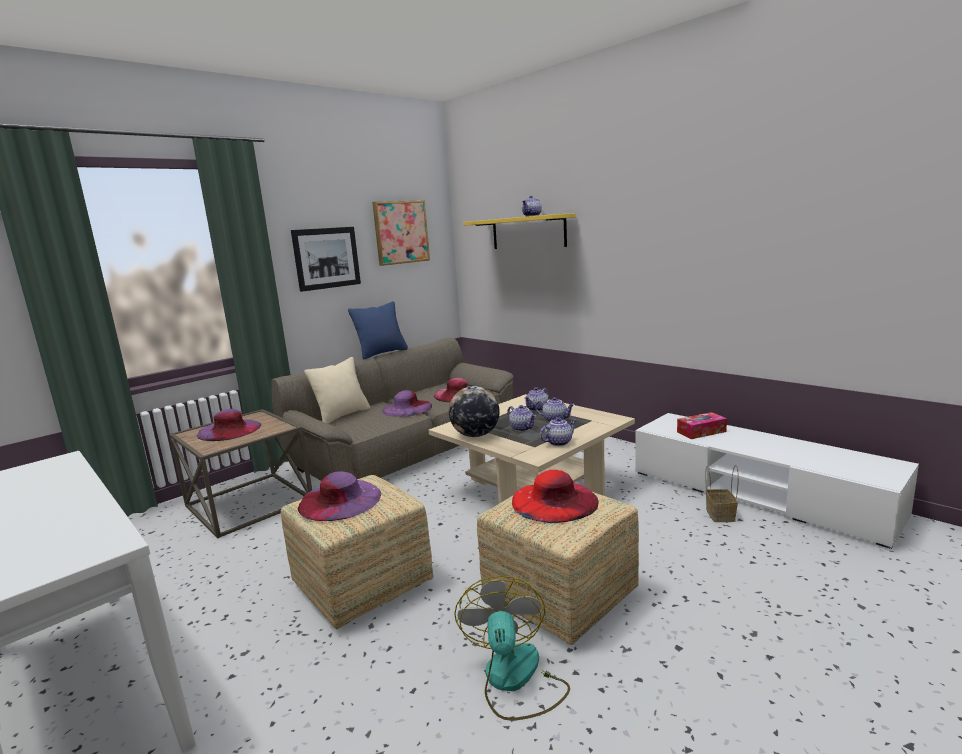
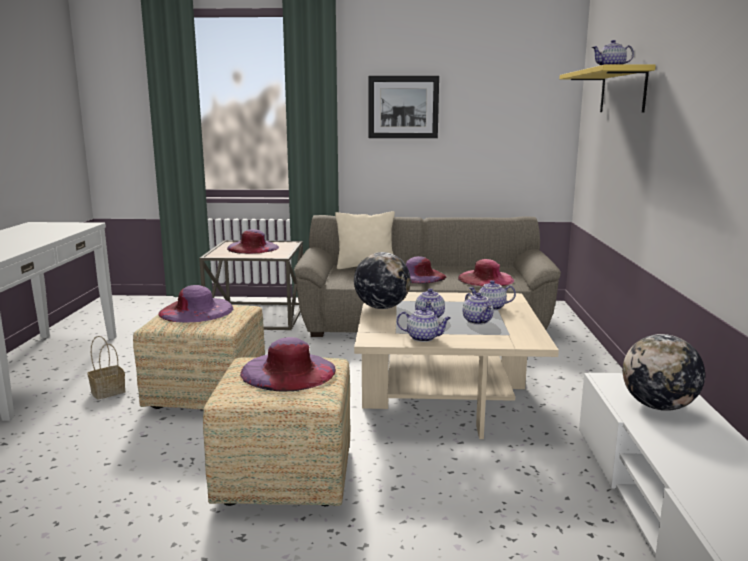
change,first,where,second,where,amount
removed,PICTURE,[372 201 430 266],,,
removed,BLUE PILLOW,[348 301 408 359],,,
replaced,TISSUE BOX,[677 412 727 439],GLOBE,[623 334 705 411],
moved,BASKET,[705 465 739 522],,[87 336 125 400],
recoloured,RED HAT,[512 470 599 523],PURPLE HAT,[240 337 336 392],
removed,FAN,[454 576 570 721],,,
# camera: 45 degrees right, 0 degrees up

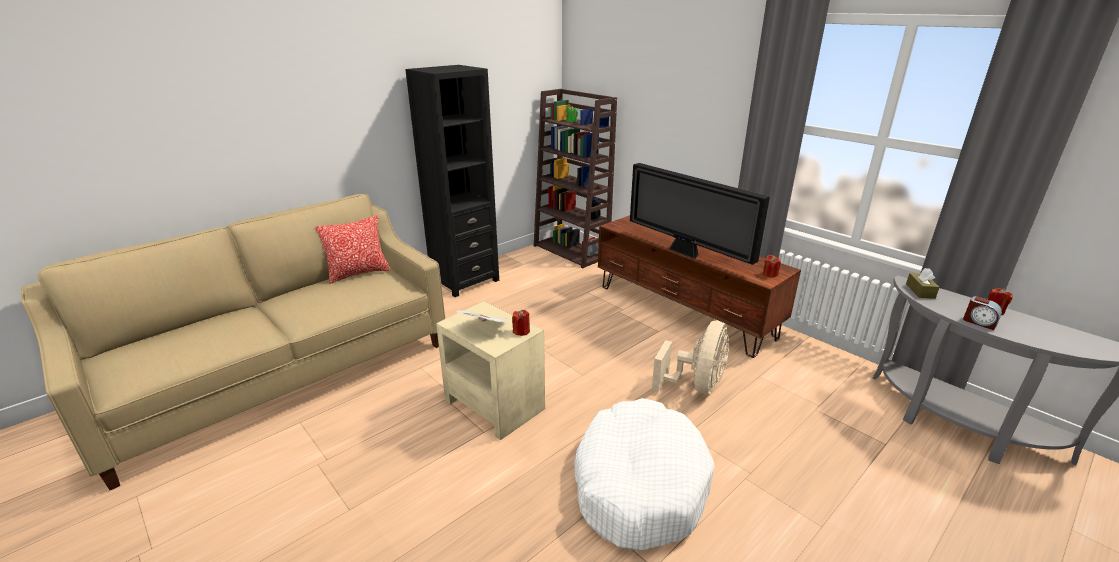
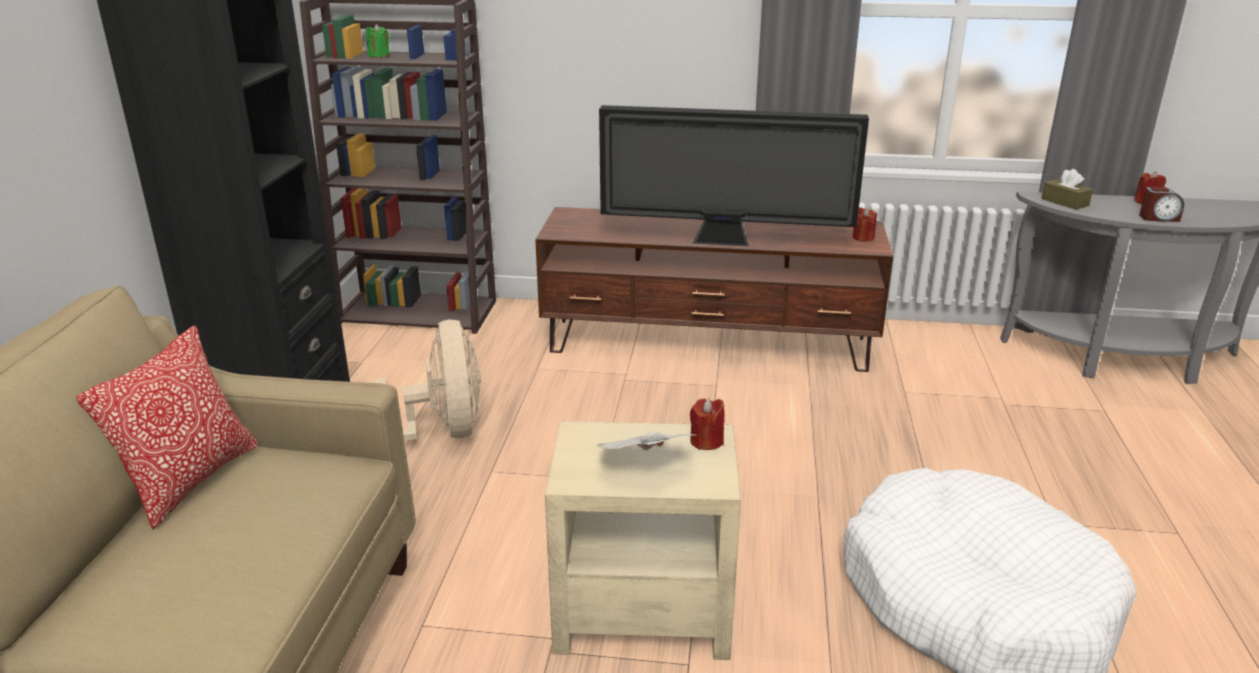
change,first,where,second,where,amount
moved,BEIGE FAN,[652 321 729 394],,[374 320 481 441],
# camera: 40 degrees left, 0 degrees up

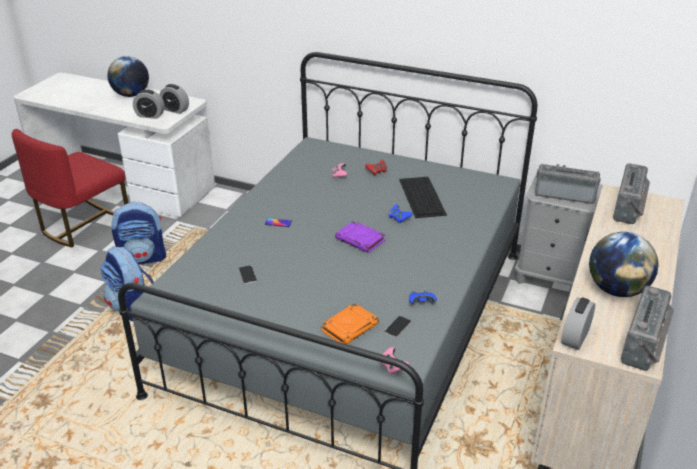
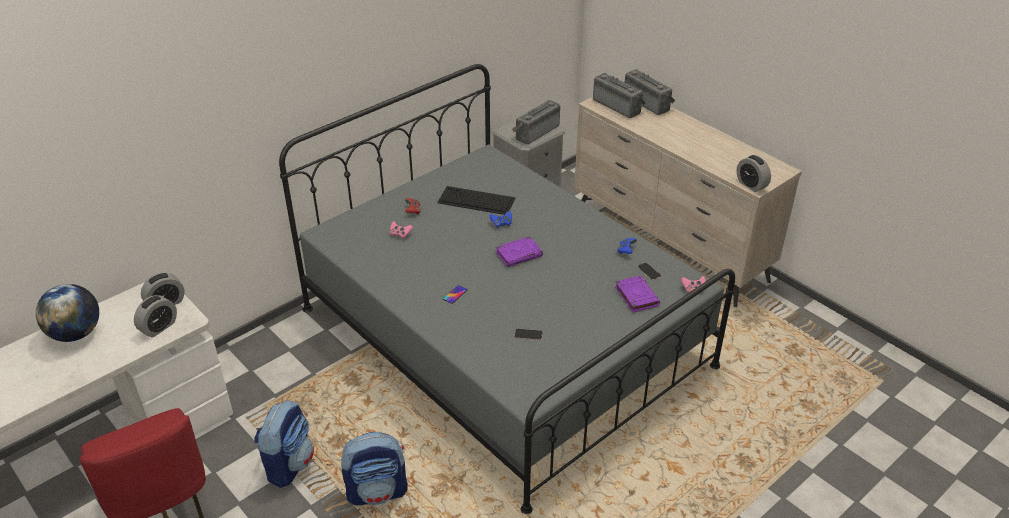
change,first,where,second,where,amount
removed,GLOBE,[589 232 659 297],,,
moved,RADIO,[621 286 674 371],,[625 69 675 115],
recoloured,ORANGE BOOK,[321 303 379 344],PURPLE BOOK,[615 275 660 312],
# camera: 65 degrees left, 5 degrees up

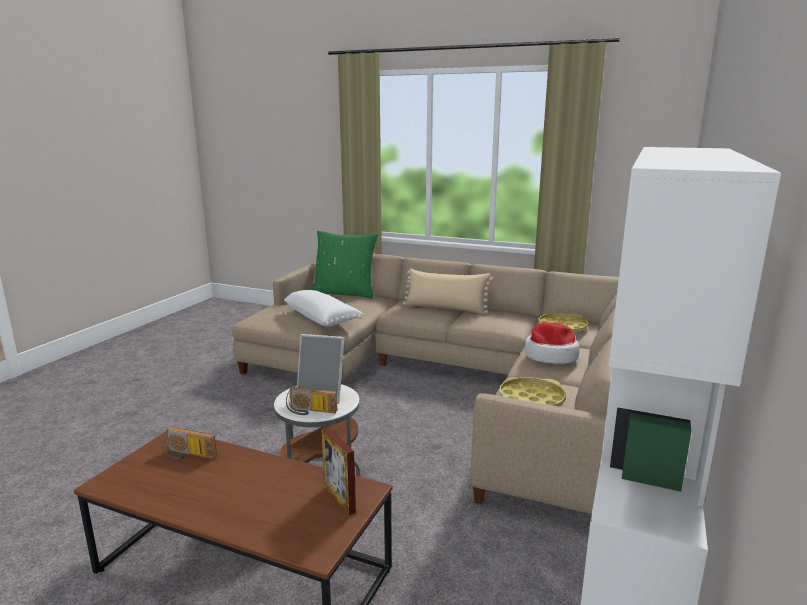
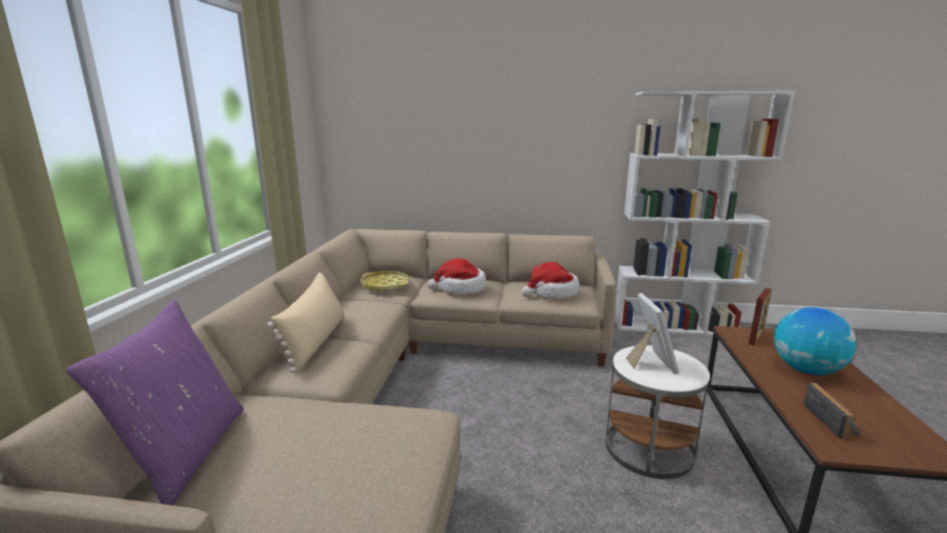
change,first,where,second,where,amount
recoloured,GREEN PILLOW,[312 231 378 298],PURPLE PILLOW,[66 300 243 505],
removed,WHITE PILLOW,[284 290 363 326],,,
replaced,YELLOW TRAY,[499 377 566 407],HAT,[521 262 579 299],
removed,RADIO,[286 387 337 415],,,
added,,,GLOBE,[774 307 856 375],
# camera: 105 degrees left, 0 degrees up

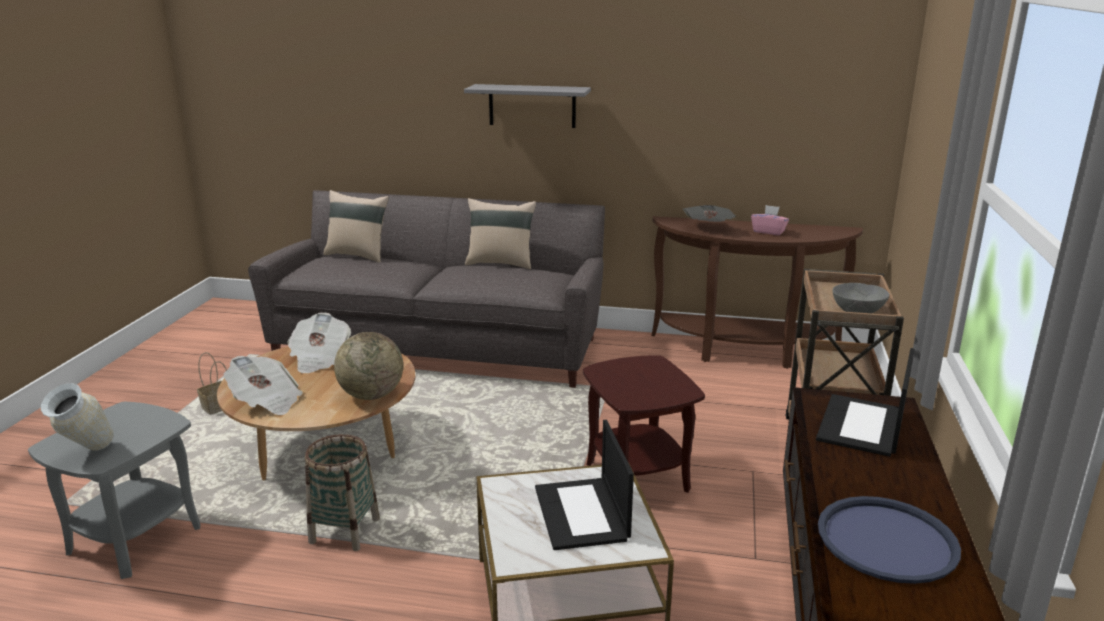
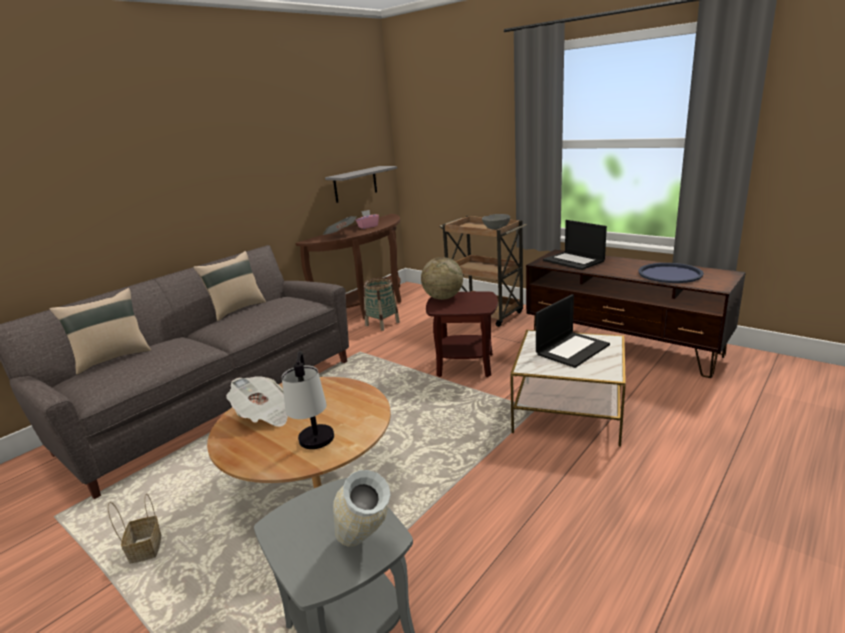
change,first,where,second,where,amount
moved,GREY SHELF,[464 84 591 128],,[325 166 397 203],
moved,GLOBE,[334 332 403 400],,[421 257 463 300],
replaced,NEWSPAPER,[223 356 303 415],TABLE LAMP,[282 351 334 449],
turned,LAPTOP,[535 420 634 550],,[536 294 610 368],60 degrees counterclockwise
moved,BASKET,[305 434 380 551],,[363 278 400 331],
# camera: 60 degrees left, 0 degrees up

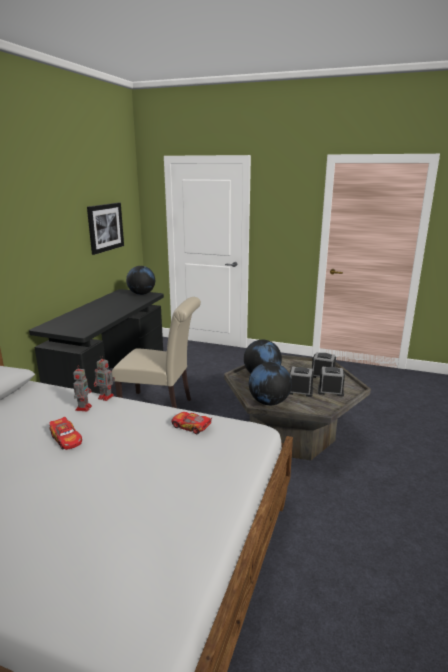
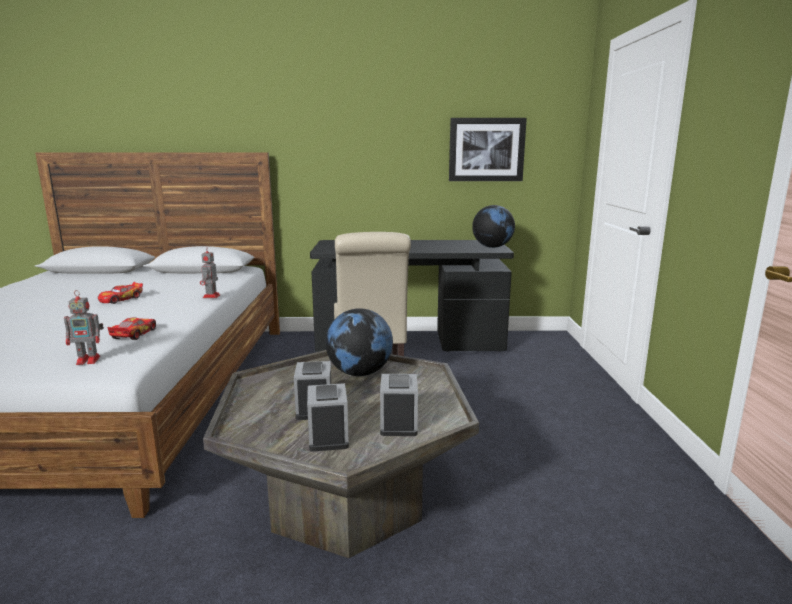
change,first,where,second,where,amount
removed,GLOBE,[249 362 292 405],,,
moved,TOY ROBOT,[73 369 92 411],,[64 290 104 365],
# camera: 70 degrees right, 5 degrees down

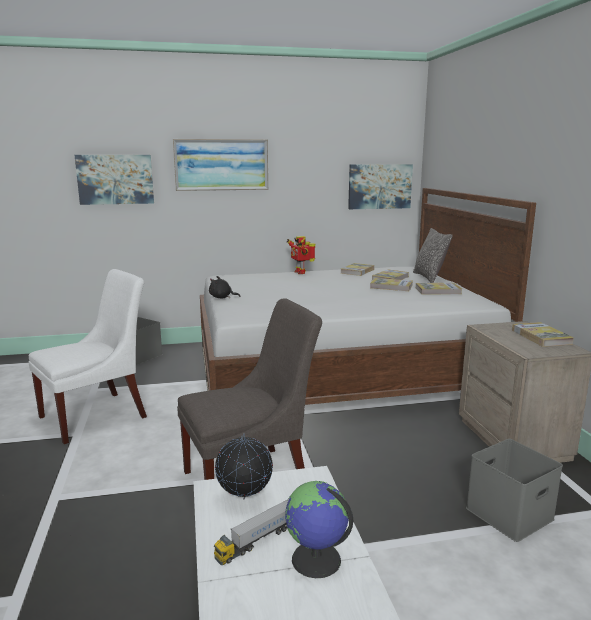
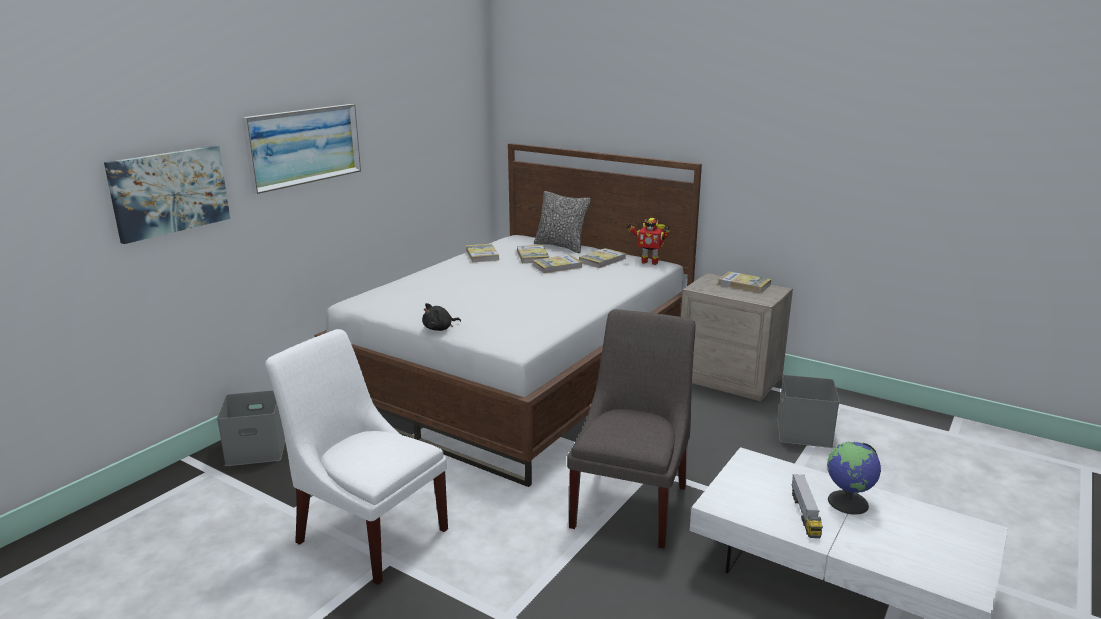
change,first,where,second,where,amount
removed,PICTURE,[348 164 413 209],,,
moved,TOY ROBOT,[287 236 315 274],,[626 218 670 265],
turned,WHITE CHAIR,[28 269 147 444],,[265 329 448 585],60 degrees counterclockwise
removed,GLOBE,[215 433 273 499],,,
# camera: 45 degrees left, 5 degrees up

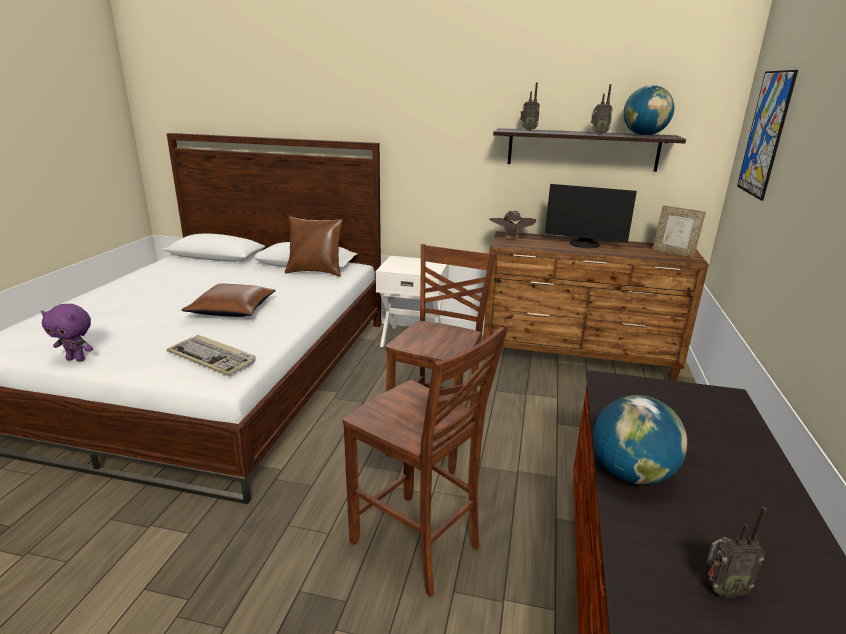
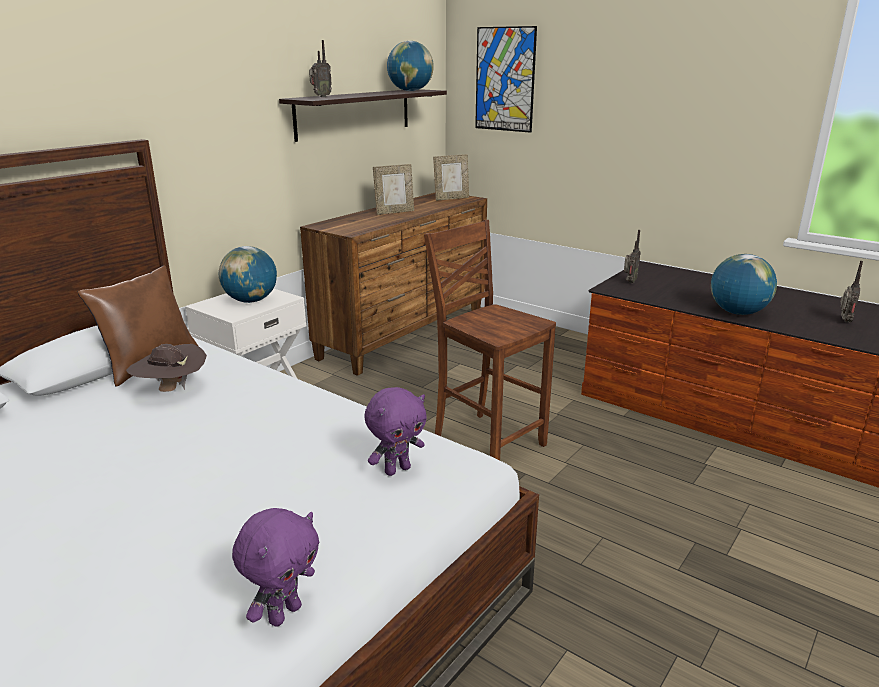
change,first,where,second,where,amount
moved,RADIO,[591 84 613 135],,[624 230 641 284],
replaced,MONITOR,[545 184 637 248],PICTURE FRAME,[373 164 414 215],
moved,BROWN HAT,[489 211 536 239],,[126 344 207 392],
removed,BROWN PILLOW,[181 284 276 317],,,
removed,BROWN CHAIR,[343 323 509 597],,,
replaced,KEYBOARD,[167 335 256 376],PURPLE PLUSH TOY,[365 387 427 476],
added,,,GLOBE,[219 246 277 303],
# camera: 65 degrees left, 0 degrees up

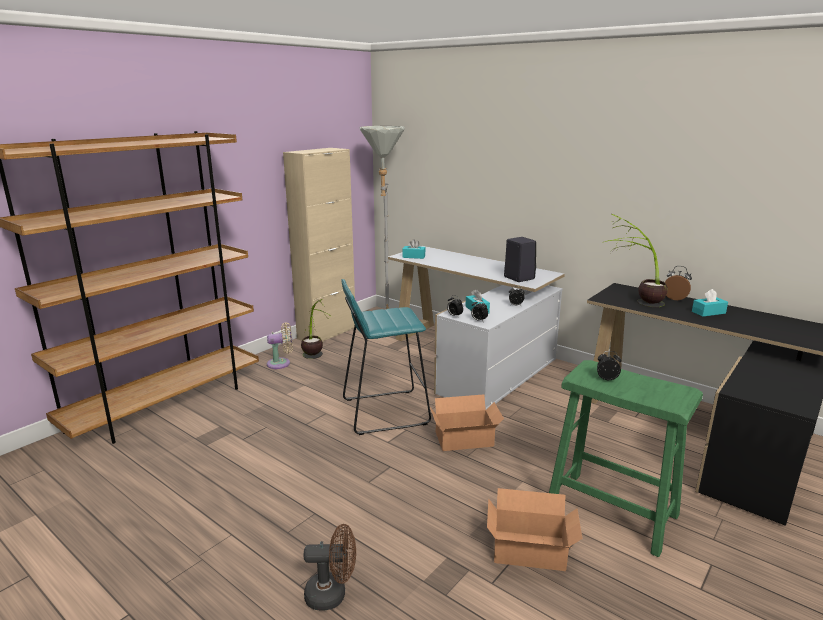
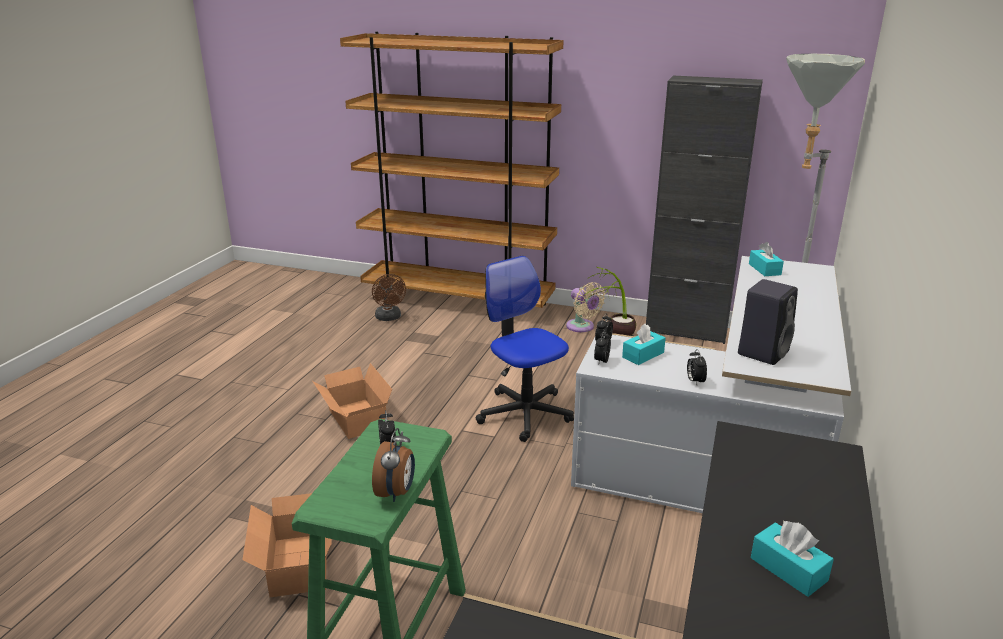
change,first,where,second,where,amount
recoloured,BEIGE CABINET,[283 148 355 342],BLACK CABINET,[646 75 763 344],
removed,POTTED PLANT,[602 213 668 307],,,
moved,ALARM CLOCK,[665 266 692 300],,[372 428 415 502],
replaced,TURQUOISE STOOL,[341 279 431 435],OFFICE CHAIR,[475 256 574 442],
moved,CARDBOARD BOX,[430 394 504 451],,[312 363 392 439],
moved,BROWN FAN,[304 524 356 611],,[372 274 406 321],
# camera: 70 degrees right, 5 degrees up

